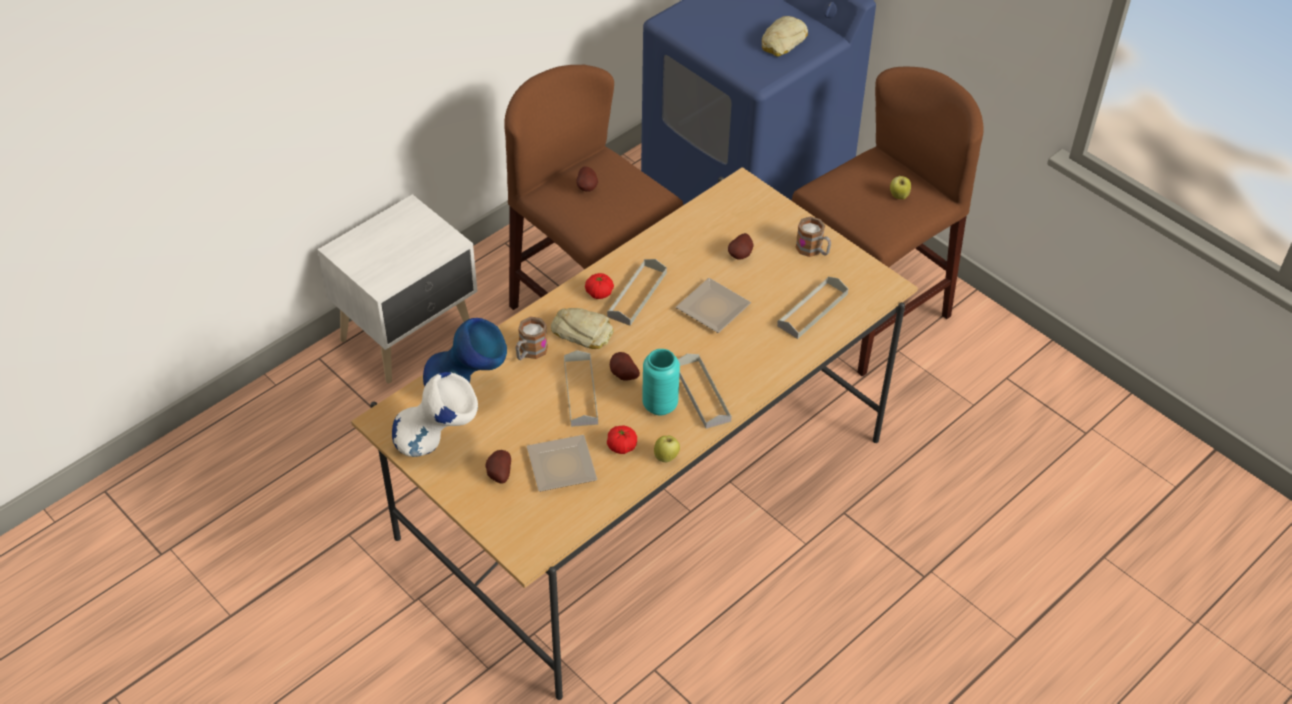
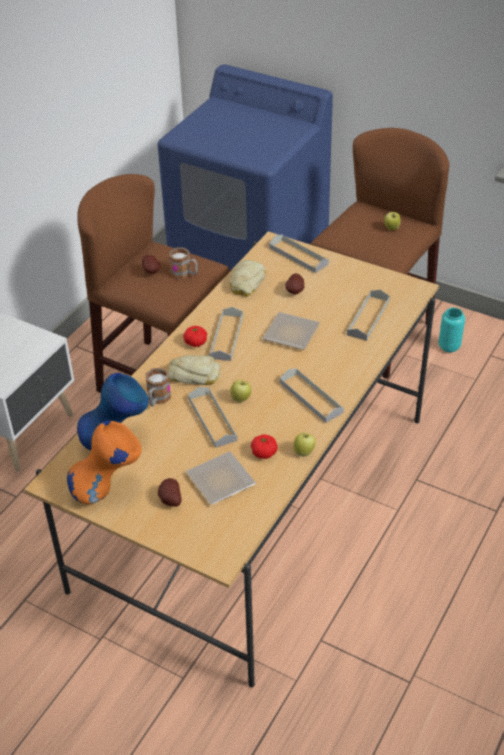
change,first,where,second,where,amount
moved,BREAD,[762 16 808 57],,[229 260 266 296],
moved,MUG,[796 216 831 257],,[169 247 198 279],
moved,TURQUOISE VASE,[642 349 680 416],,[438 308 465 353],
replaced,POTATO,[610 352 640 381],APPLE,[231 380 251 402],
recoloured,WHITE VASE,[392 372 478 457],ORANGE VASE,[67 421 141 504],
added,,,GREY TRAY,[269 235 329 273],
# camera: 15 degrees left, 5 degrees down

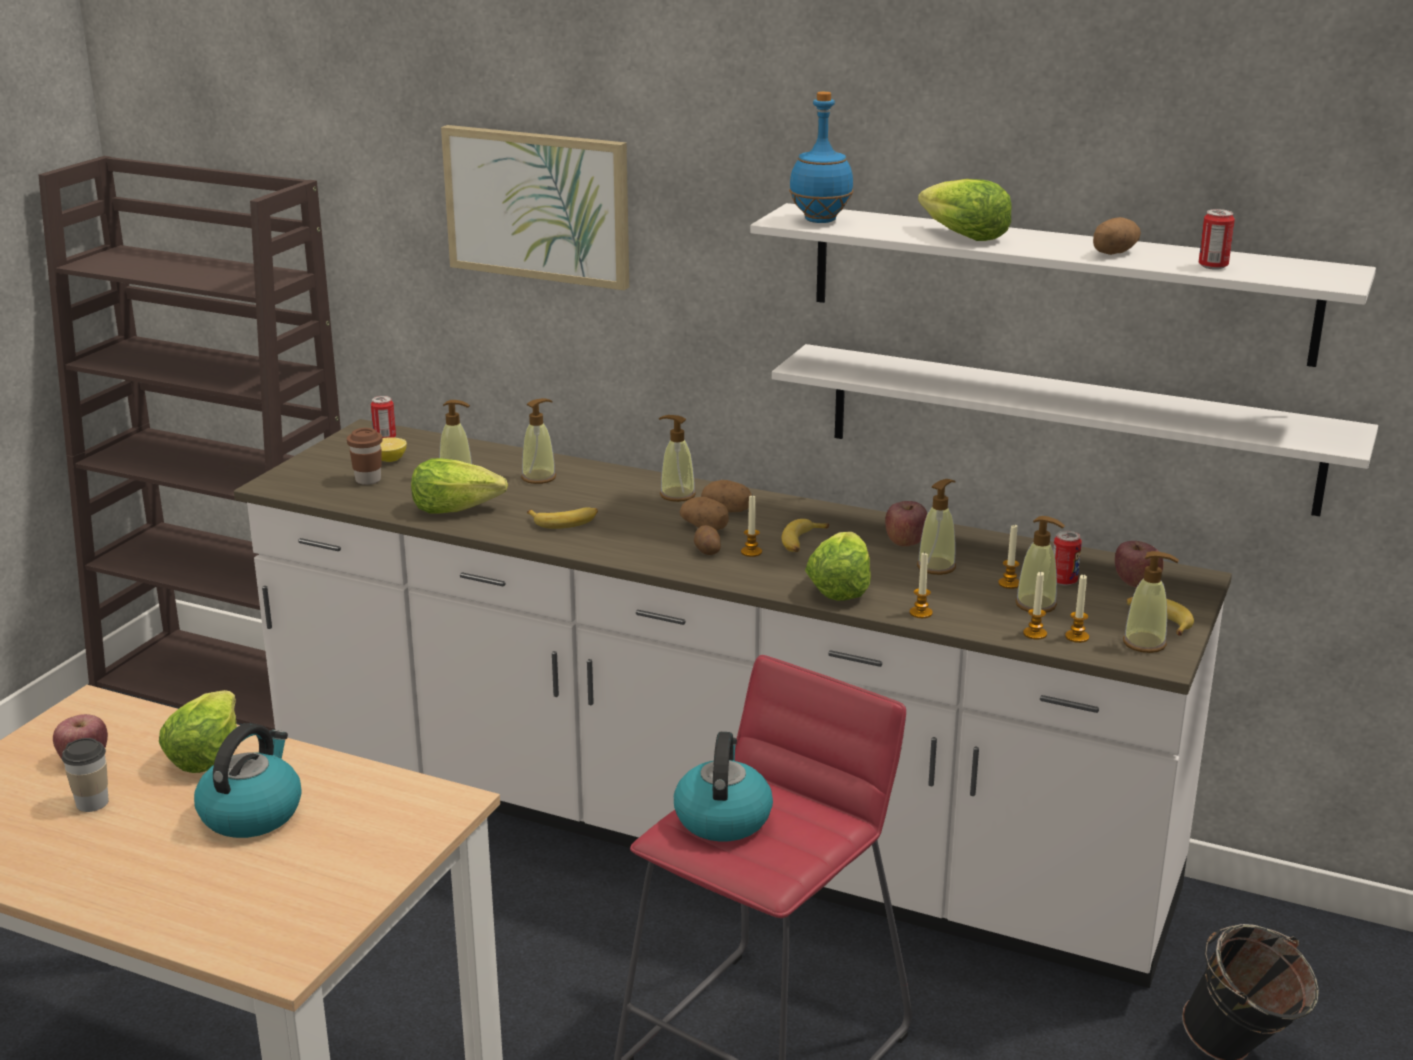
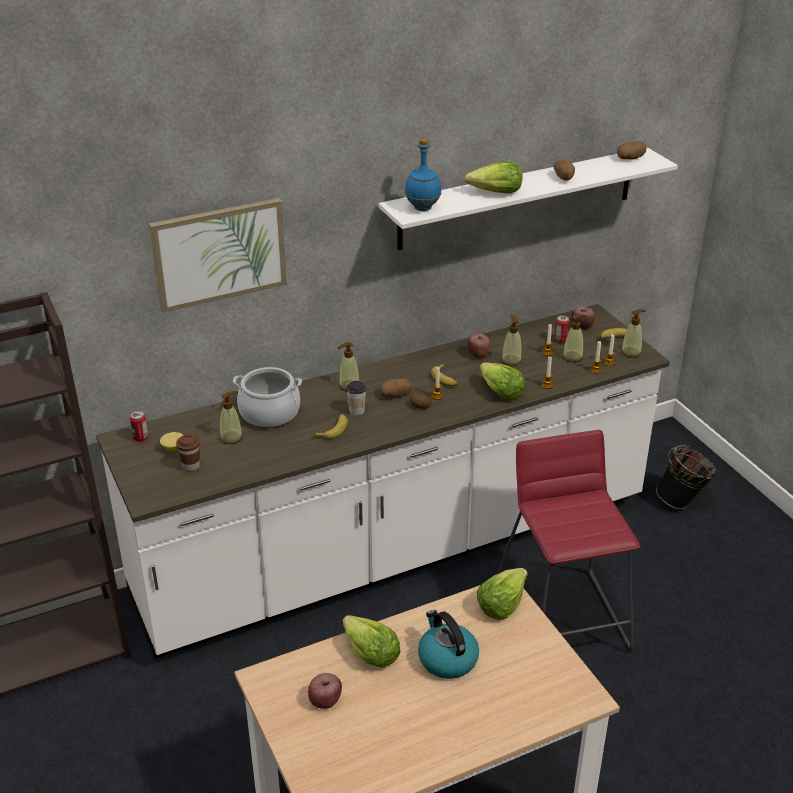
change,first,where,second,where,amount
removed,CAN,[1199 209 1235 270],,,
removed,WHITE SHELF,[772 344 1378 516],,,
replaced,SOAP DISPENSER,[521 398 556 484],COOKING POT,[233 367 302 428],
moved,LETTUCE,[411 458 508 514],,[477 568 528 620],
moved,POTATO,[701 480 752 512],,[617 141 647 160],
removed,KETTLE,[674 732 773 842],,,
moved,CUP,[62 738 109 812],,[346 381 366 416],
# camera: 50 degrees left, 10 degrees up

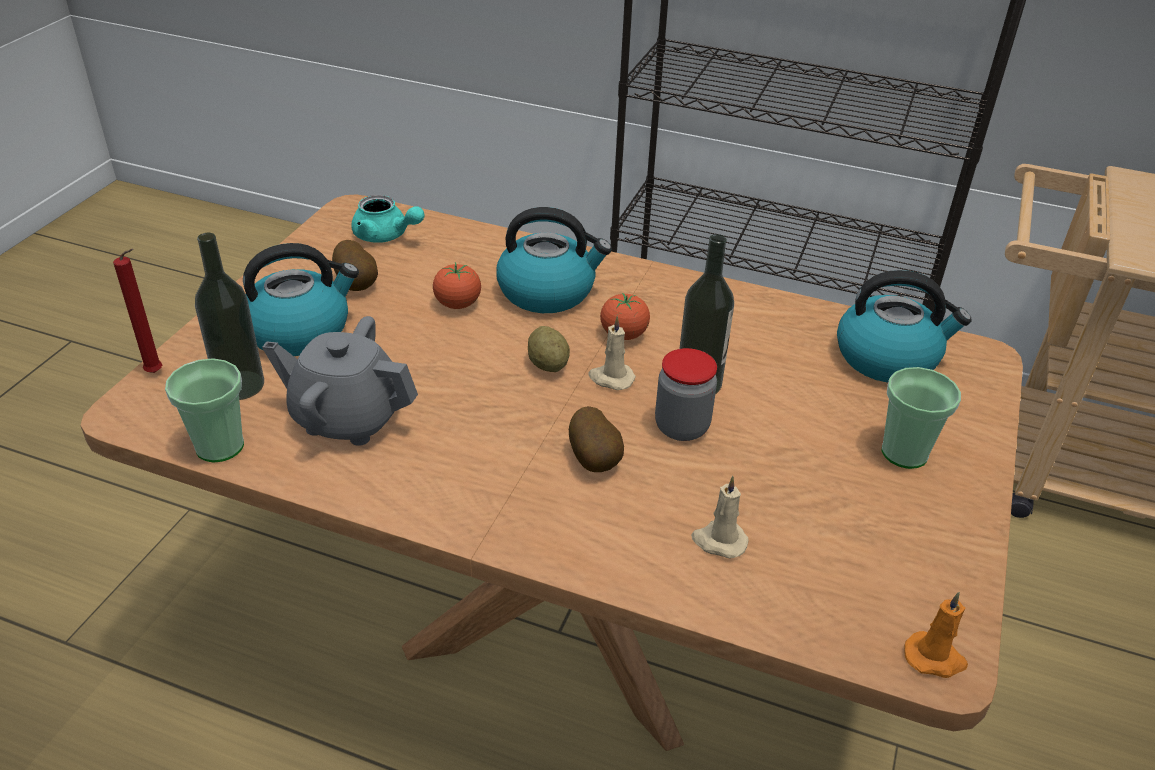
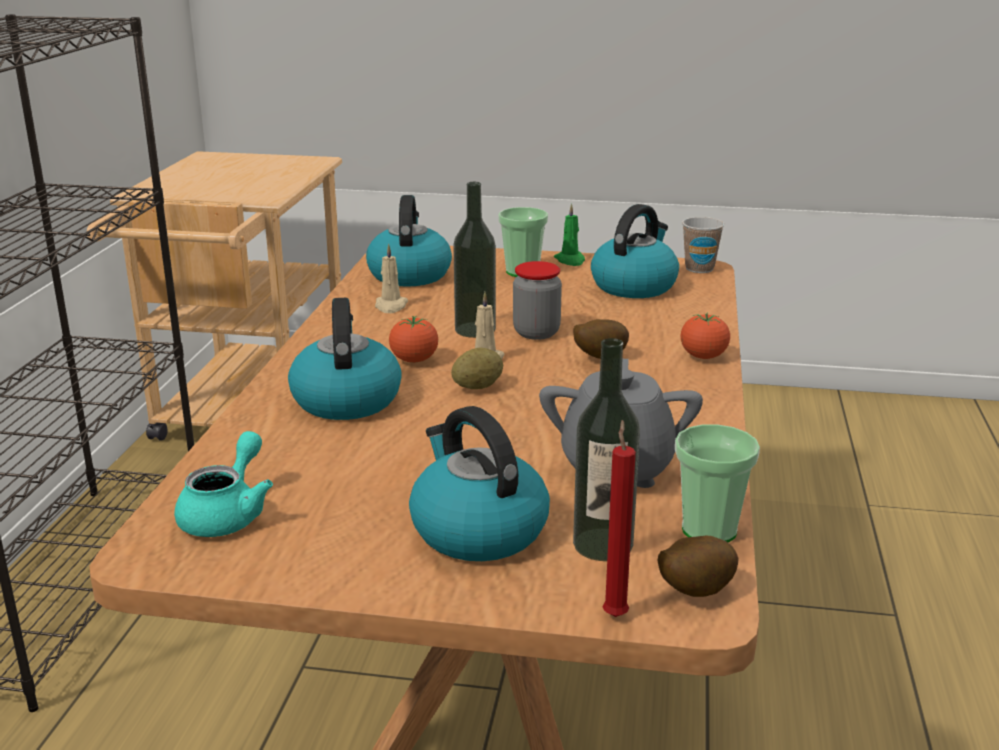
change,first,where,second,where,amount
moved,POTATO,[332 240 378 291],,[658 536 739 597],
moved,TOMATO,[433 262 481 309],,[681 313 730 359],
moved,BEIGE CANDLE,[691 476 749 559],,[375 243 409 313],
replaced,ORANGE CANDLE,[905 592 968 678],CUP,[682 217 724 273],
added,,,GREEN CANDLE,[554 204 585 266],
added,,,KETTLE,[591 204 679 298],
# camera: 100 degrees left, 15 degrees down

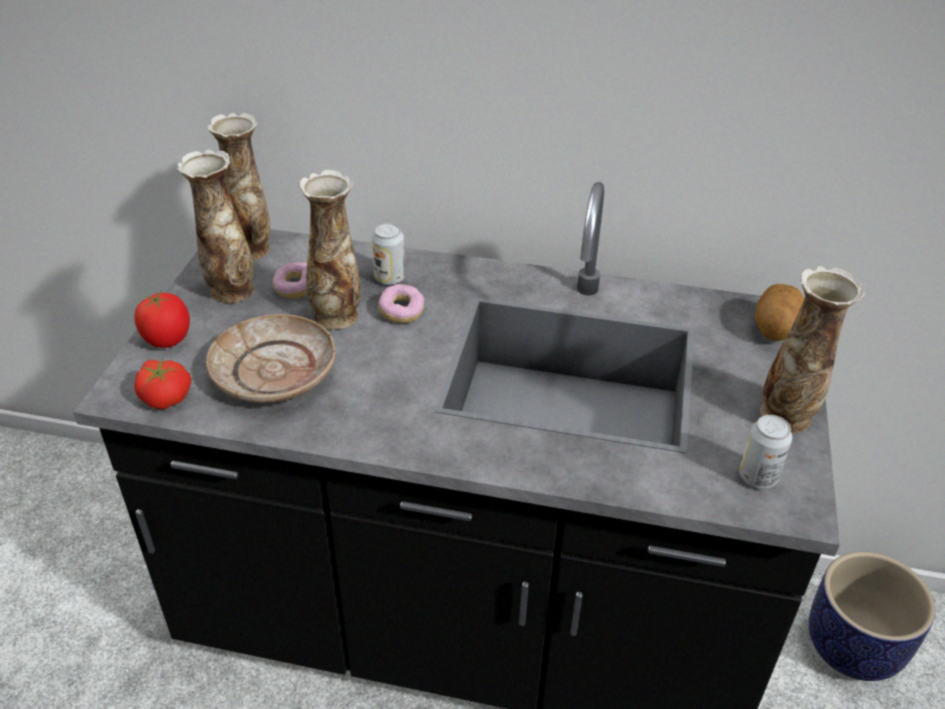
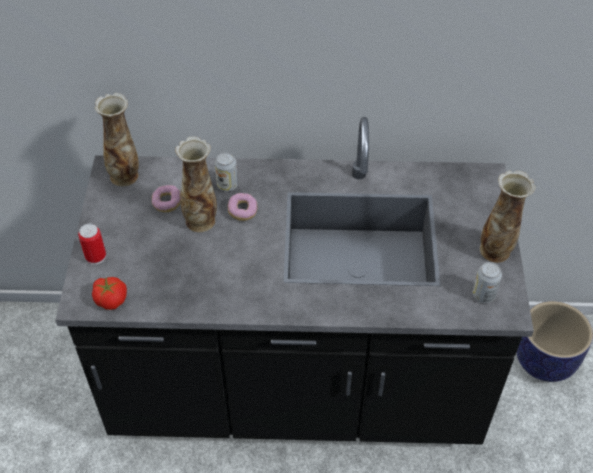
change,first,where,second,where,amount
removed,VASE,[177 149 255 303],,,
removed,POTATO,[755 284 804 341],,,
replaced,TOMATO,[134 292 190 348],CAN,[78 224 106 265],
removed,BEIGE PLATE,[206 314 336 403],,,
# camera: 10 degrees left, 10 degrees up

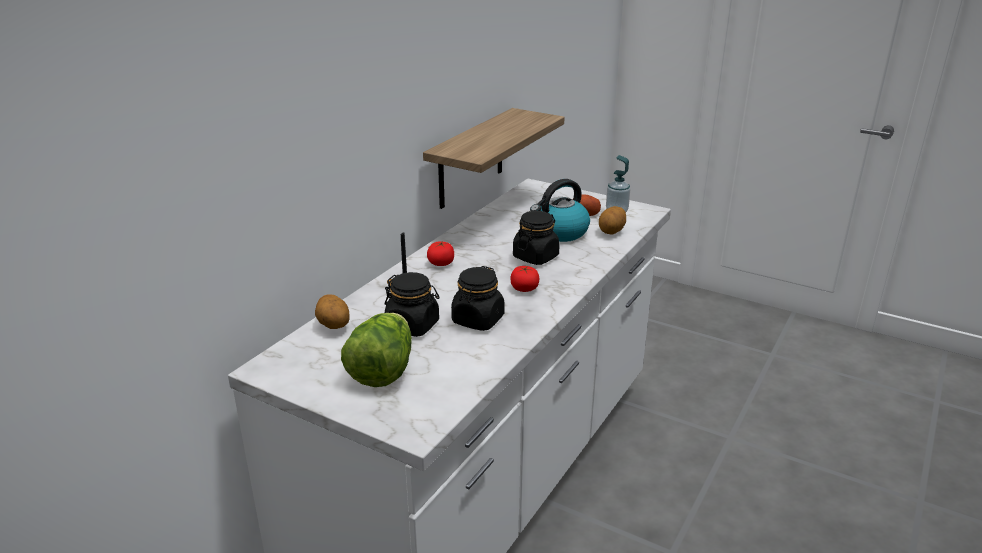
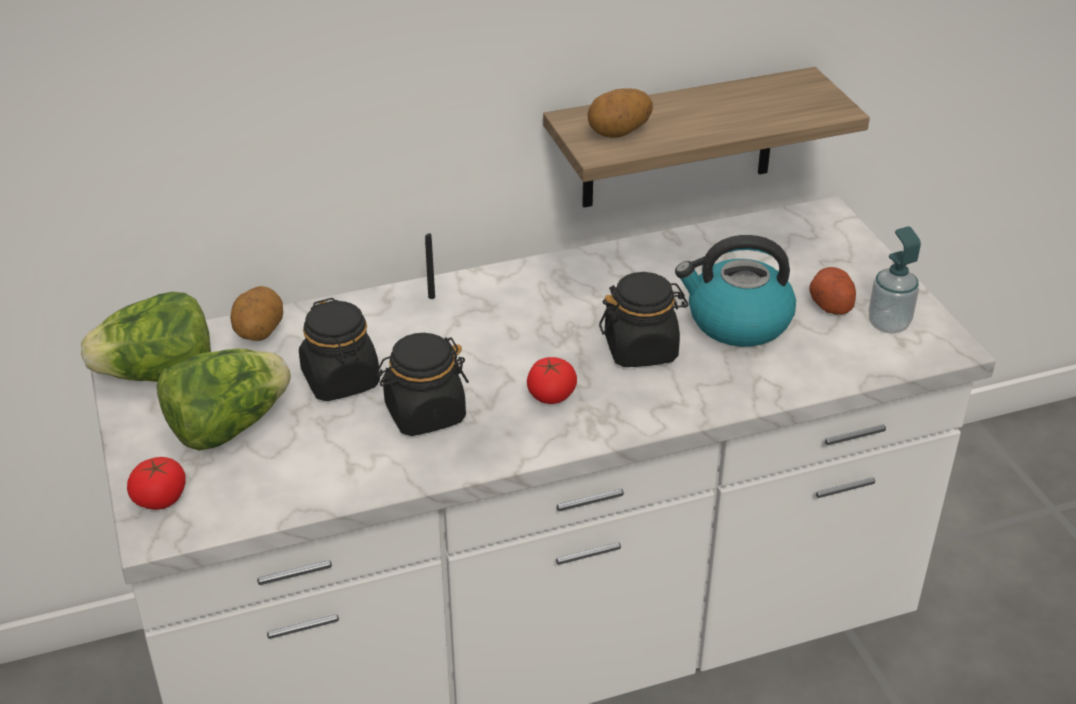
change,first,where,second,where,amount
moved,POTATO,[599 206 626 234],,[587 89 653 138],
moved,TOMATO,[427 241 454 266],,[127 457 186 510],
added,,,LETTUCE,[81 292 211 382],
# camera: 40 degrees right, 10 degrees up

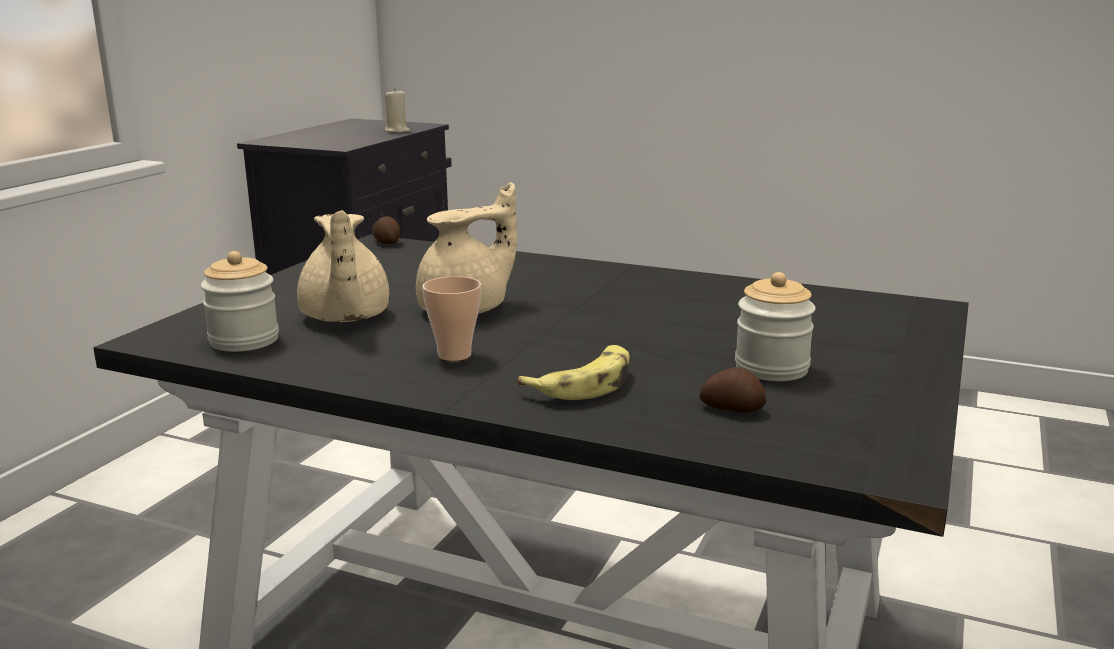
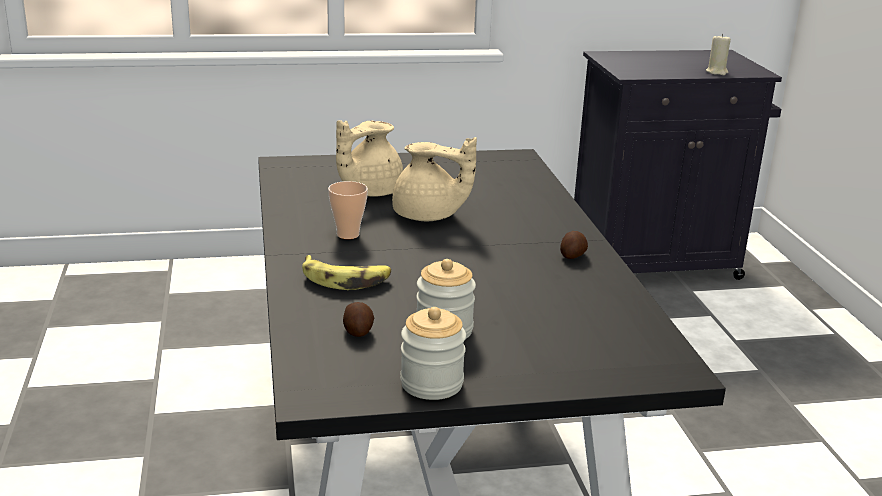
change,first,where,second,where,amount
moved,POTATO,[372 216 400 244],,[560 231 588 259],
moved,JAR,[201 251 279 352],,[400 307 466 400],
# camera: 55 degrees right, 5 degrees up

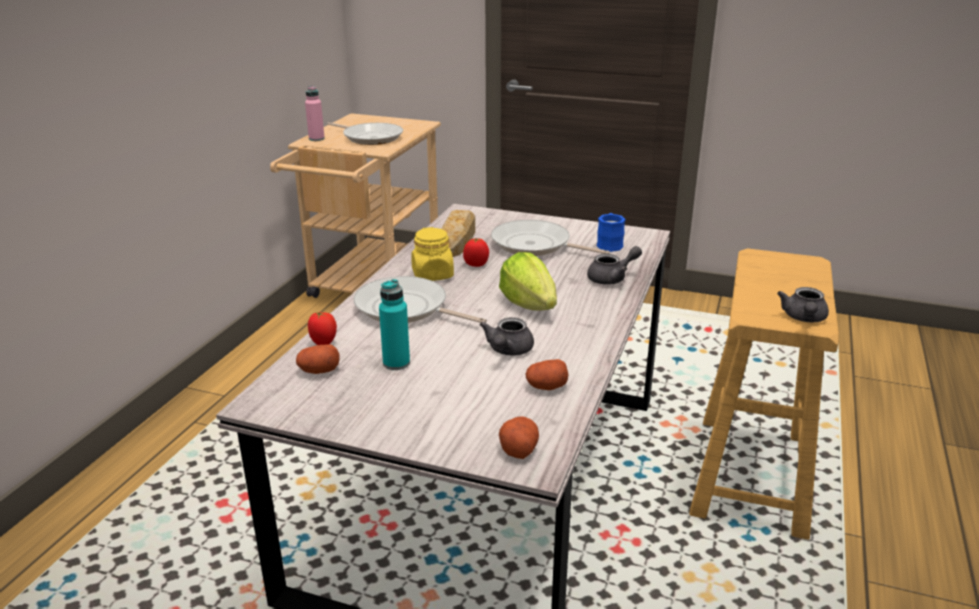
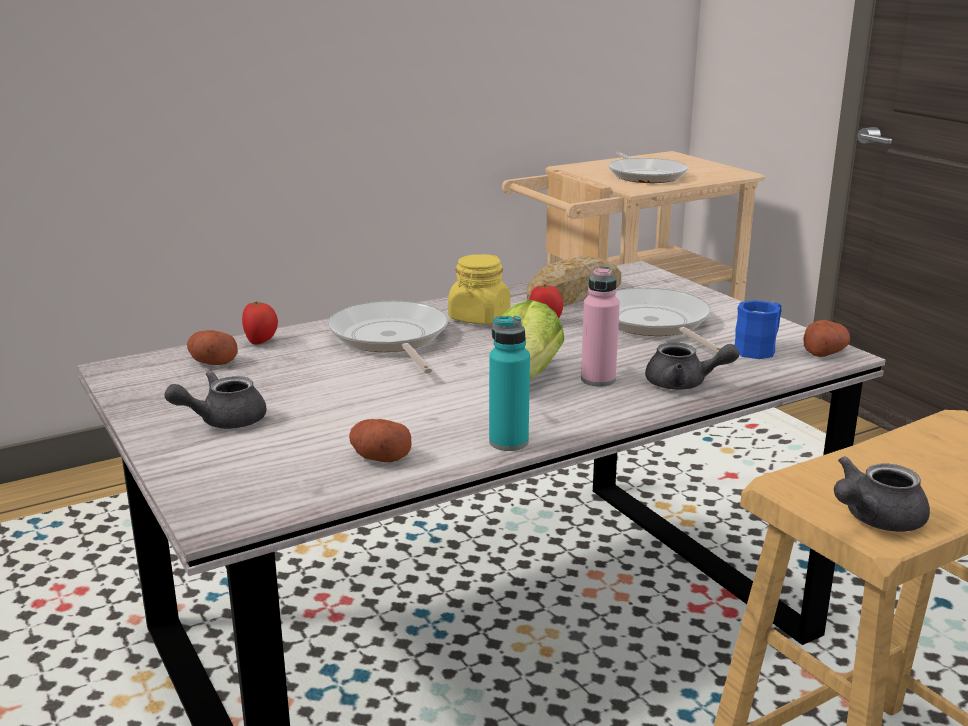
change,first,where,second,where,amount
moved,PINK BOTTLE,[305 86 325 141],,[581 266 620 387],
moved,TURQUOISE BOTTLE,[379 279 410 370],,[489 316 530 451],
moved,GREY TEAPOT,[480 317 534 356],,[164 371 266 429],
moved,POTATO,[499 416 539 459],,[804 320 850 357],
# camera: 40 degrees right, 5 degrees down

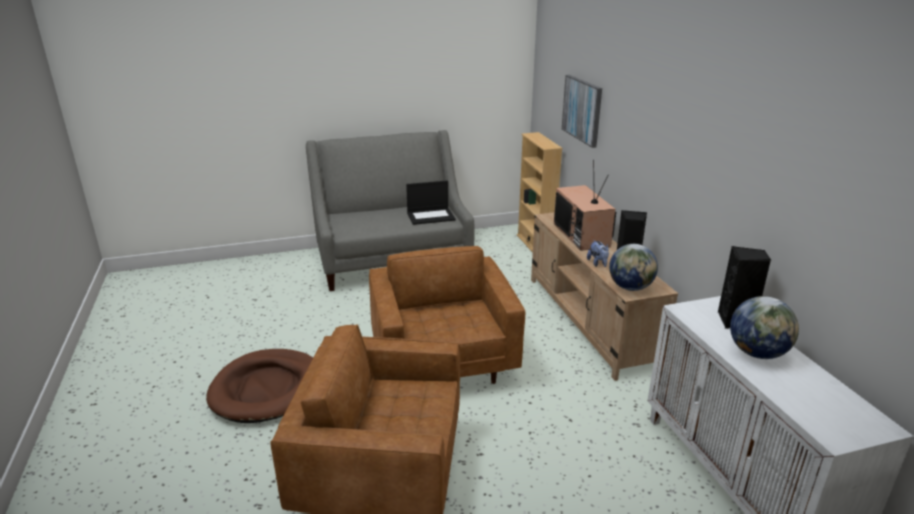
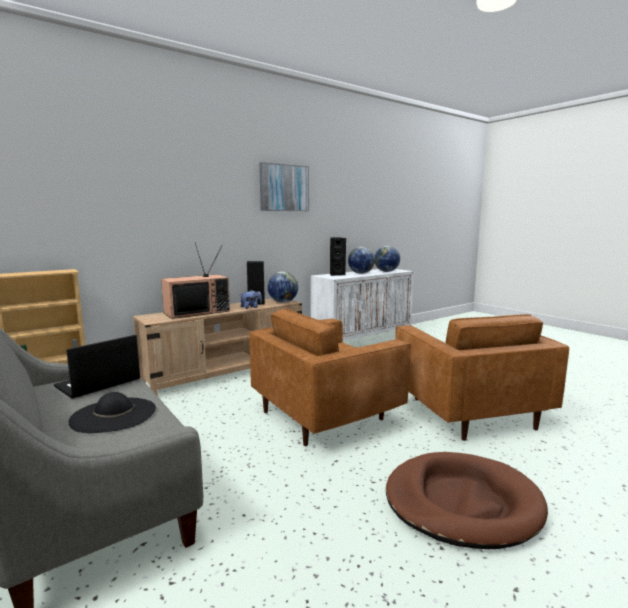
change,first,where,second,where,amount
moved,PICTURE,[562 75 602 148],,[259 162 309 211],
turned,LAPTOP,[406 180 456 225],,[54 335 140 399],105 degrees counterclockwise
added,,,GLOBE,[374 246 400 272],
added,,,BLACK HAT,[68 392 156 433],
# camera: 110 degrees left, 15 degrees down

